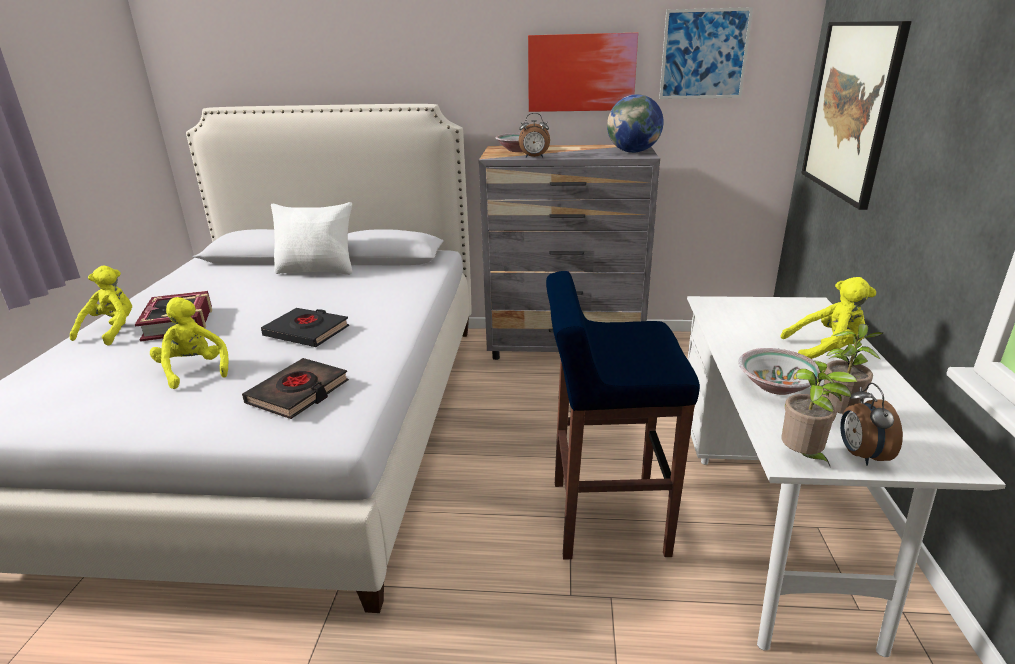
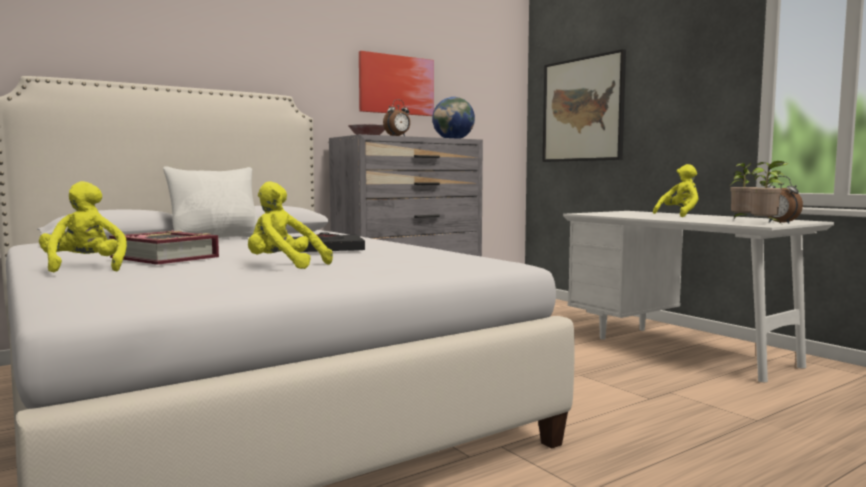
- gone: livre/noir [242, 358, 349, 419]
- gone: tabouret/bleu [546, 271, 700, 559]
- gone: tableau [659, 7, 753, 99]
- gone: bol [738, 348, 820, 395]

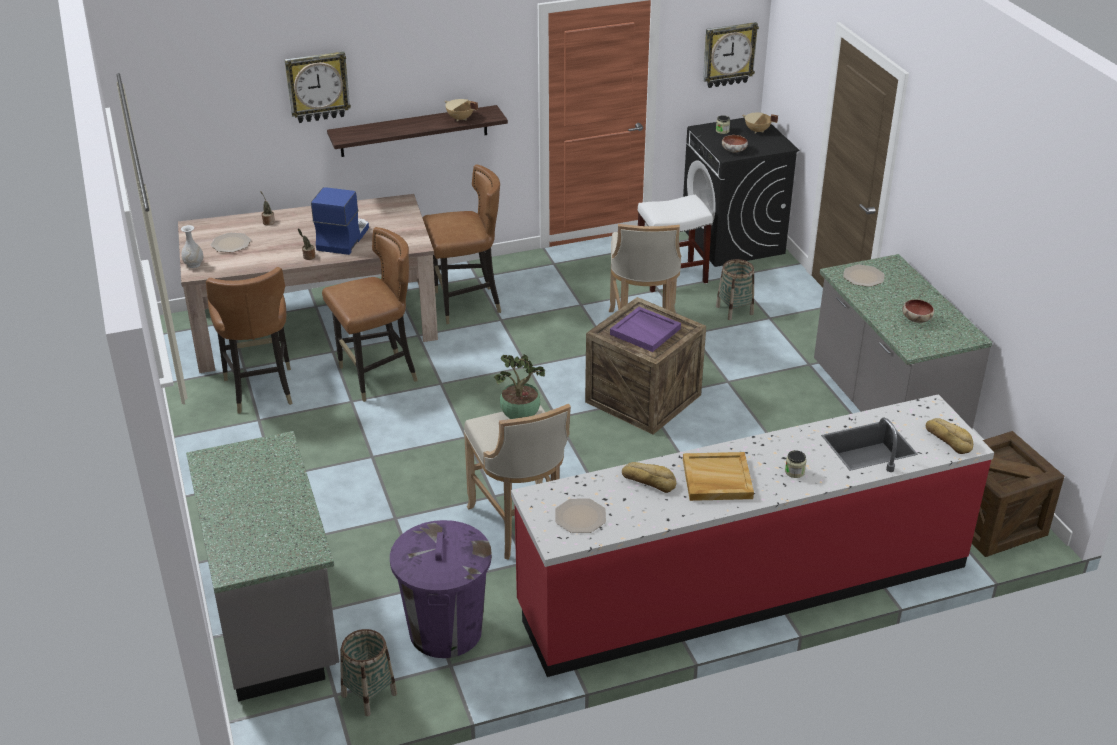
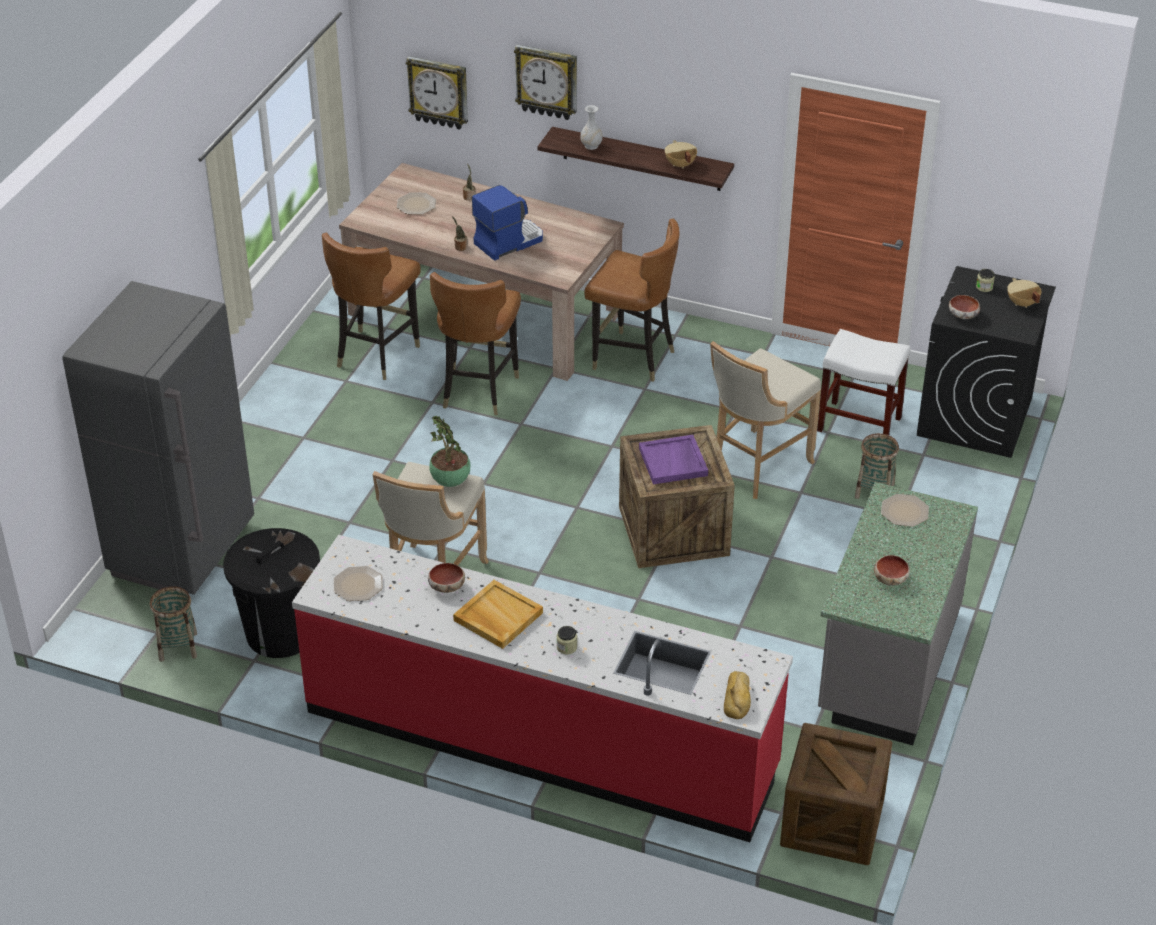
- shifted: vase/blanc [181, 225, 203, 268] to [580, 105, 603, 150]
- shifted: horloge murale [703, 22, 759, 88] to [406, 56, 468, 130]
- swapped: comptoir de cuisine/gris [186, 431, 339, 701] to réfrigérateur/gris [63, 281, 254, 595]
- swapped: pain [622, 462, 676, 493] to bol [428, 563, 465, 593]
- repainted: poubelle/violet [390, 520, 492, 658] to poubelle/noir [223, 528, 320, 658]
- rotated: chaise/marron [322, 227, 418, 402] = [430, 272, 521, 415] 90 degrees clockwise

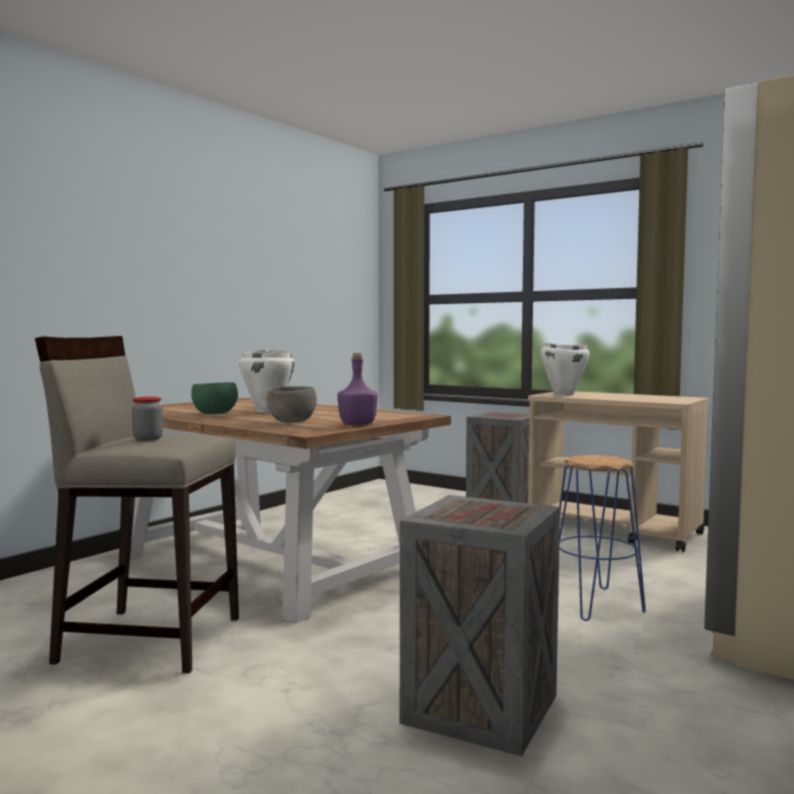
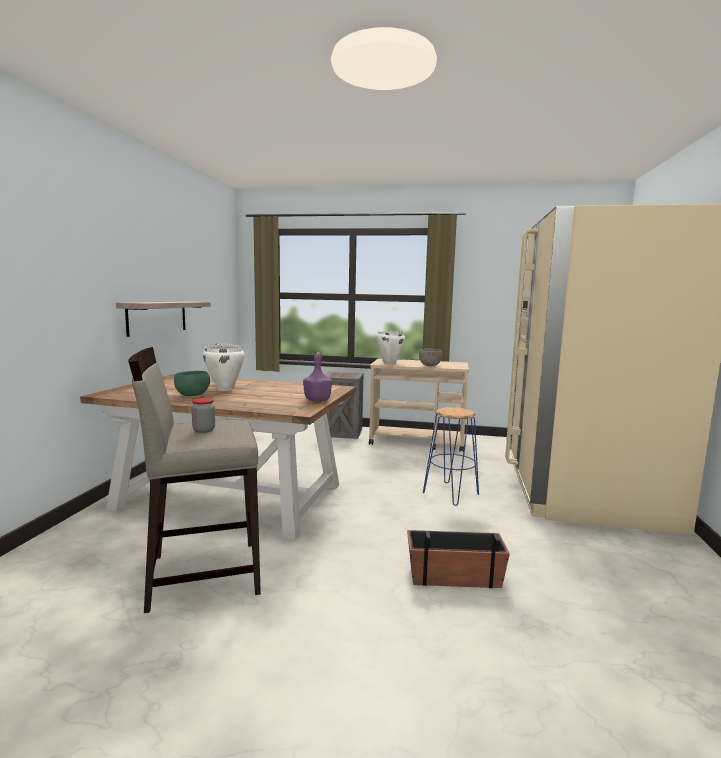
- new: étagère [116, 302, 211, 337]
- shifted: bol/gris [267, 386, 317, 423] to [419, 348, 442, 366]
- swapped: caisse [400, 495, 560, 756] to cache-pot [407, 530, 510, 588]

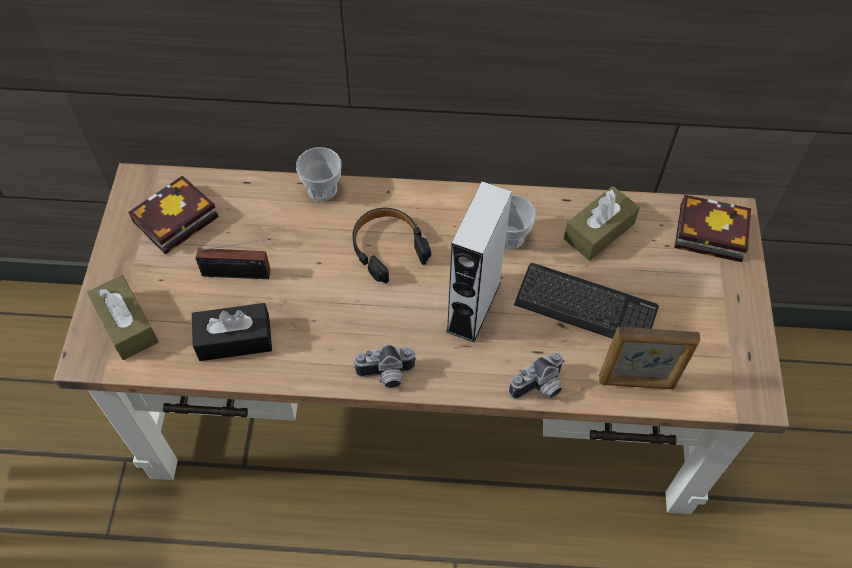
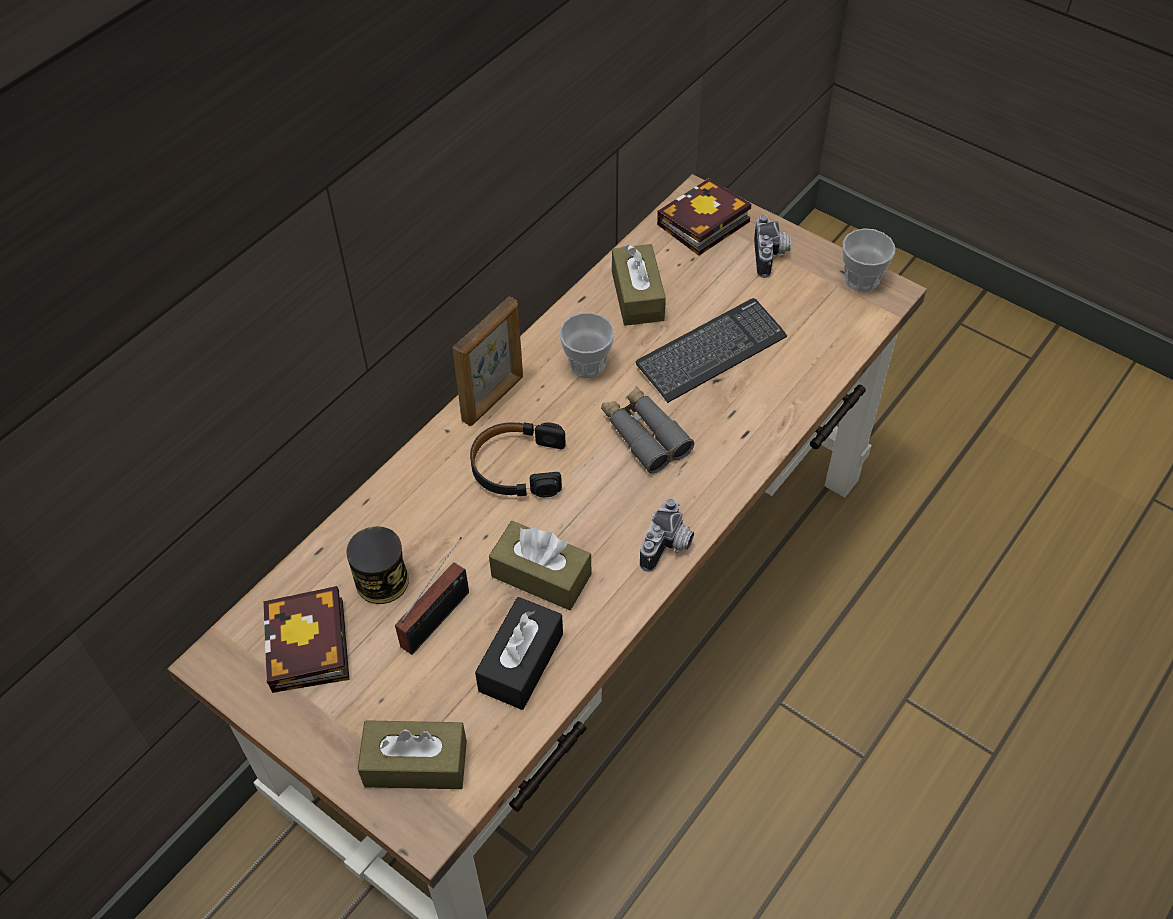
- new: boîte métallique [346, 526, 409, 604]
- new: boîte à mouchoirs/marron [489, 521, 591, 610]
- shifted: tasse [296, 147, 341, 201] to [843, 228, 895, 292]
- shifted: appareil photo [509, 353, 565, 399] to [754, 215, 791, 278]
- shifted: cadre photo [599, 327, 700, 389] to [452, 296, 523, 426]
- swapped: enceinte/gris [446, 181, 512, 342] to jumelles/gris [601, 386, 694, 473]

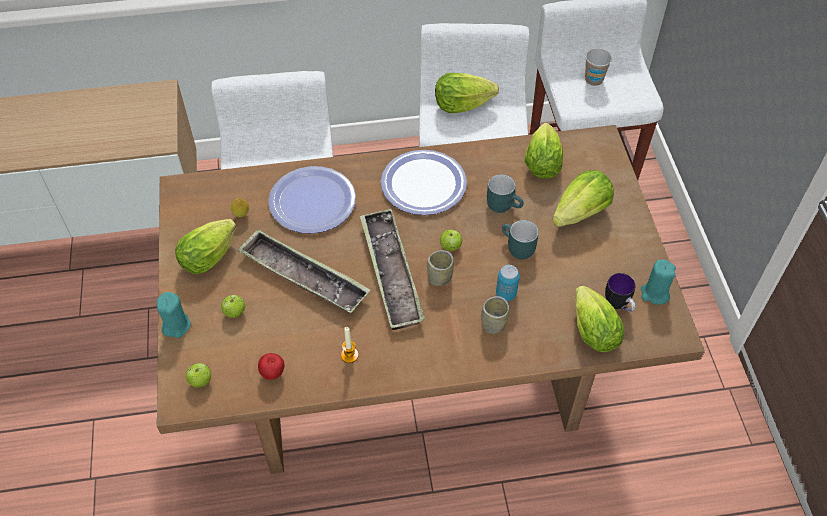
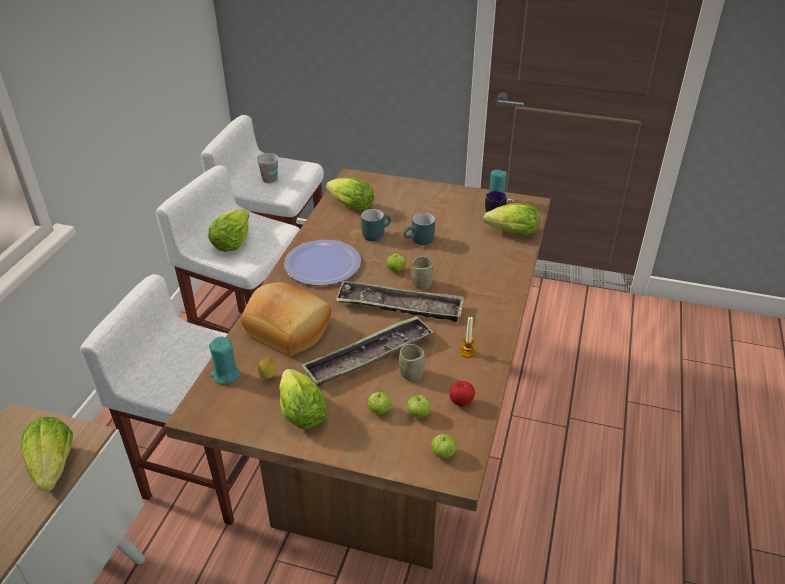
- gone: boîte métallique [496, 265, 520, 301]
- new: pomme [407, 395, 431, 418]
- shifted: bougie/turquoise [157, 292, 191, 338] to [209, 336, 241, 385]
- shifted: tasse [481, 296, 509, 334] to [399, 344, 425, 382]
- shifted: laitue [552, 170, 614, 227] to [21, 417, 73, 492]
- swapped: assiette [268, 166, 356, 233] to pain [241, 282, 331, 356]

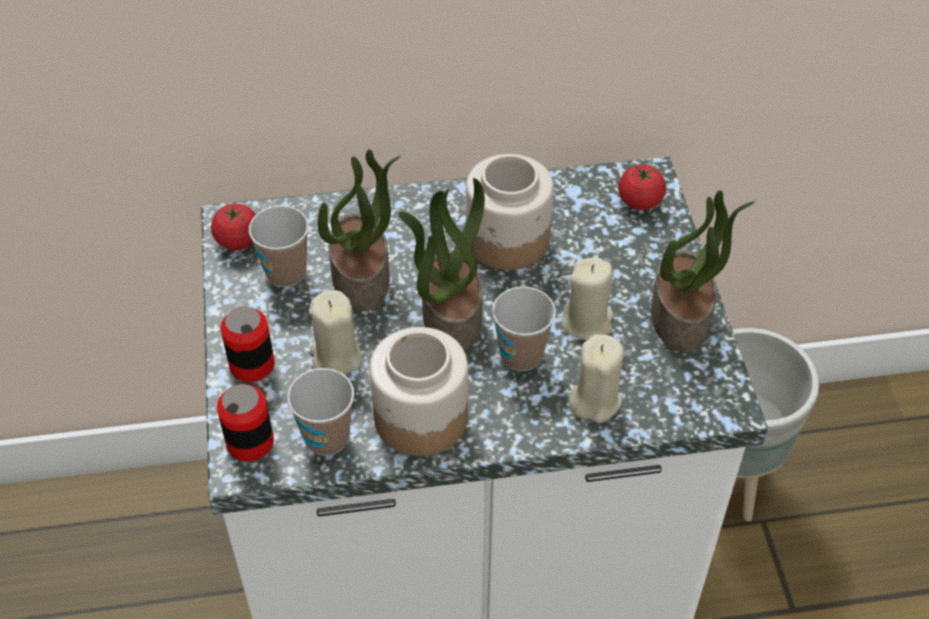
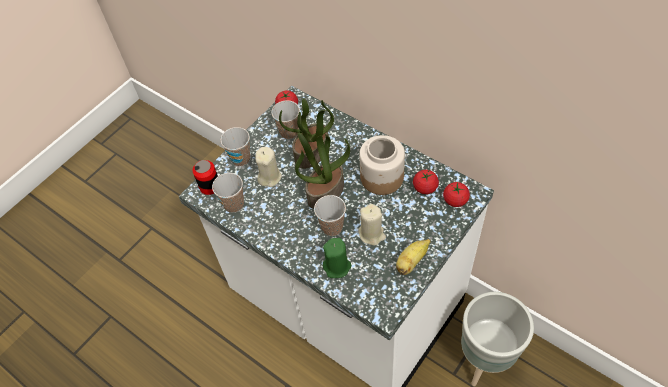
- gone: bocal [369, 327, 468, 456]
- new: tomate [413, 170, 439, 194]
- swapped: boîte métallique [220, 307, 275, 382] to tasse [220, 127, 251, 166]
- swapped: plante en pot [651, 190, 755, 352] to banane [396, 239, 431, 275]
- repainted: bougie/beige [569, 334, 624, 423] to bougie/vert [323, 238, 352, 278]

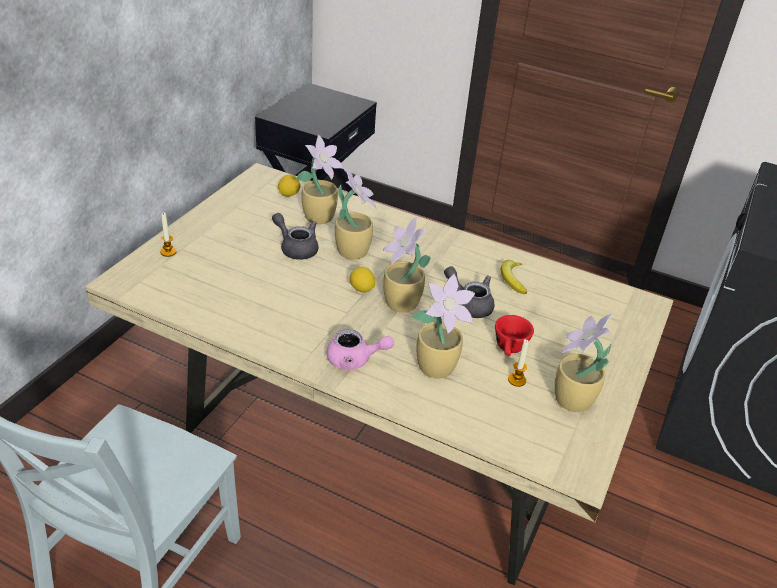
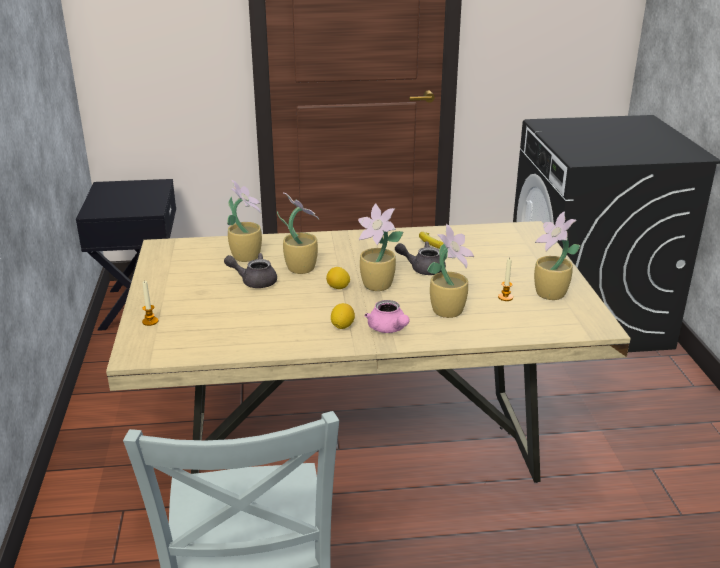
- gone: tasse/rouge [495, 315, 534, 356]
- shifted: citron [278, 175, 301, 197] to [331, 303, 355, 329]
- rotated: théière/rose [326, 329, 394, 370] = [365, 300, 410, 333] 90 degrees clockwise

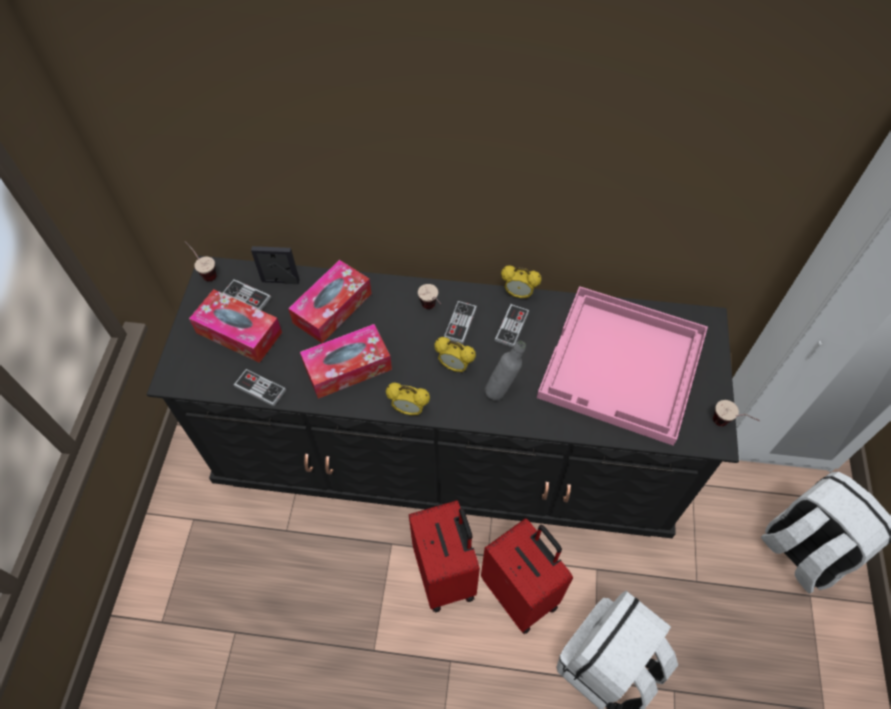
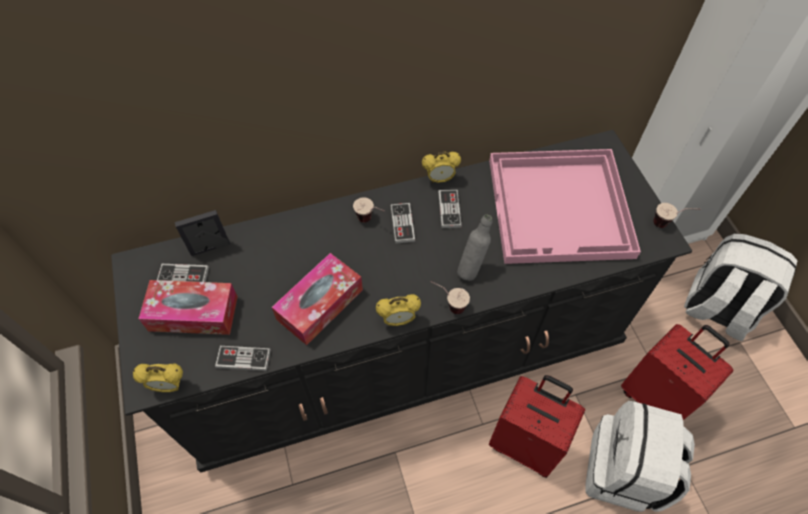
- gone: boîte à mouchoirs [288, 260, 372, 343]
- shifted: tasse [184, 241, 216, 282] to [431, 281, 470, 314]
- shifted: valise/rouge [409, 500, 480, 612] to [621, 324, 733, 420]
- shifted: réveil [434, 337, 476, 373] to [133, 363, 183, 392]

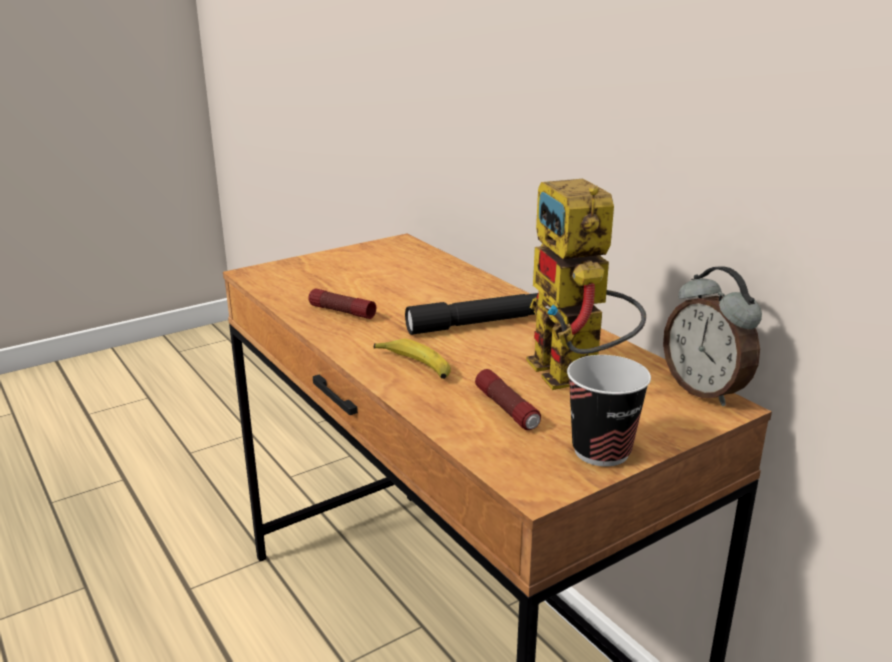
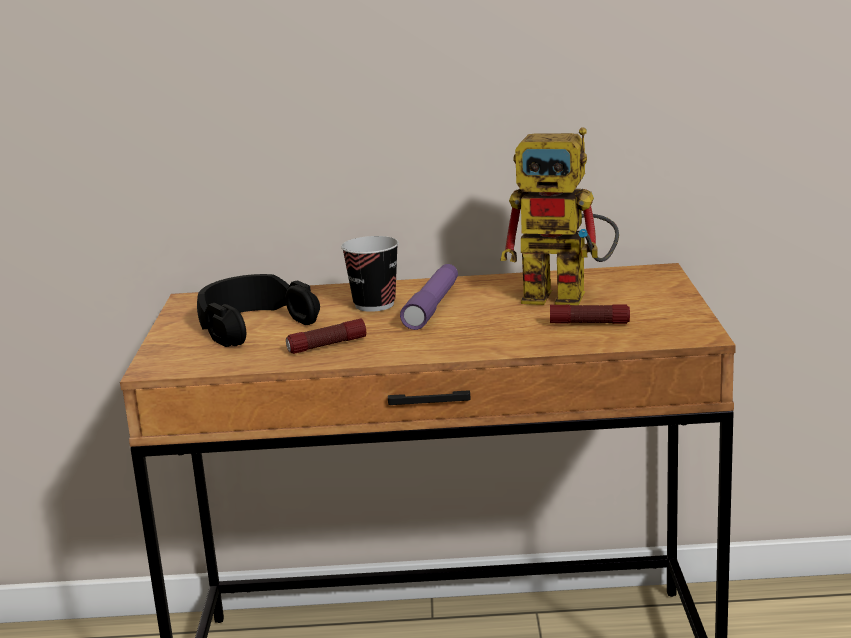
- gone: banane [374, 338, 451, 379]
- gone: réveil [663, 266, 762, 406]
- new: casque audio/noir [197, 274, 320, 347]
- shifted: tasse [567, 355, 651, 467] to [341, 236, 399, 312]
- repainted: lampe de poche/noir [405, 293, 538, 335] to lampe de poche/violet [400, 264, 458, 330]

